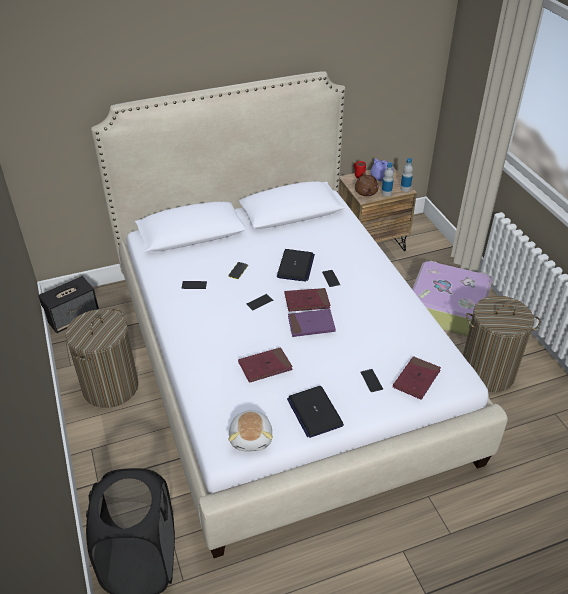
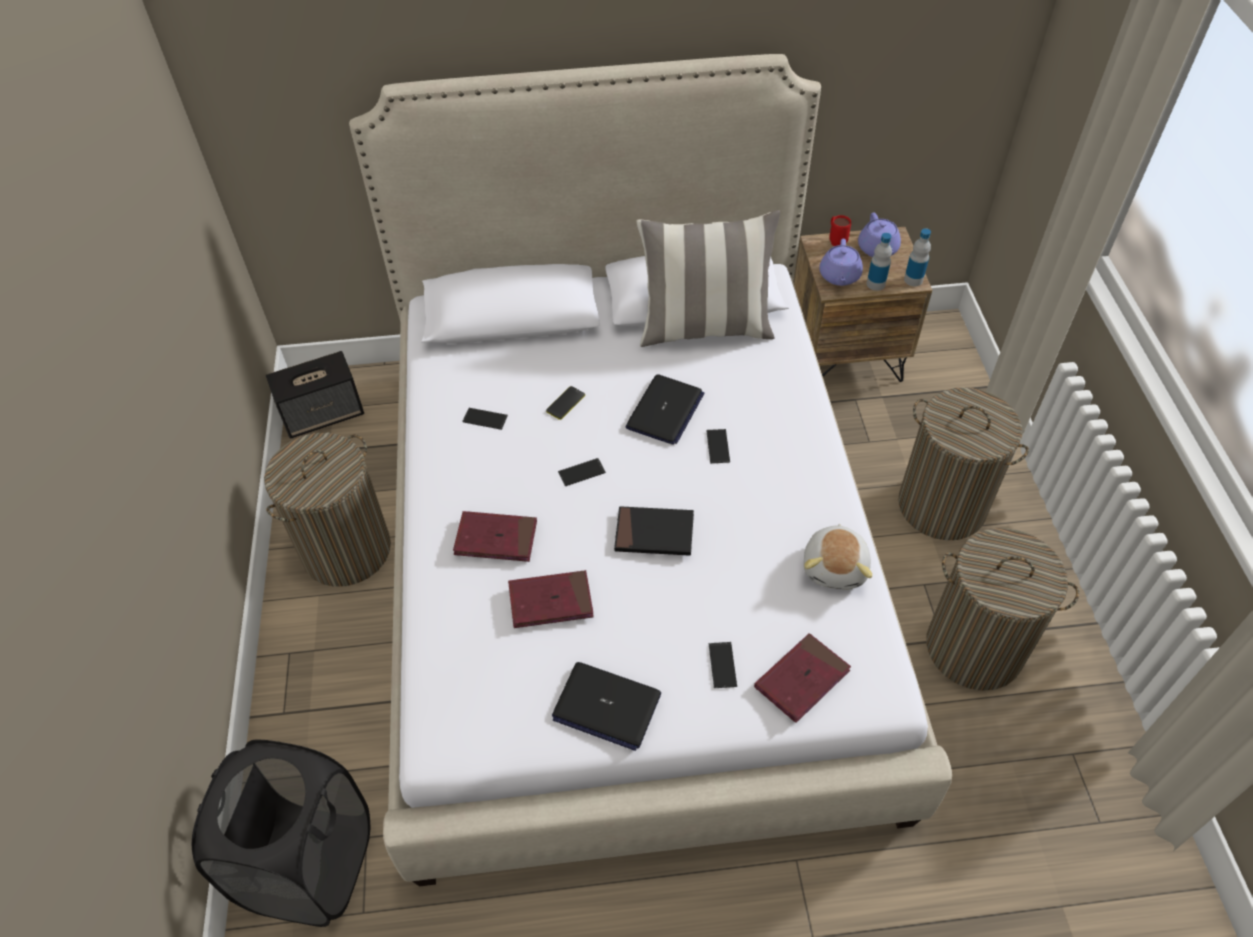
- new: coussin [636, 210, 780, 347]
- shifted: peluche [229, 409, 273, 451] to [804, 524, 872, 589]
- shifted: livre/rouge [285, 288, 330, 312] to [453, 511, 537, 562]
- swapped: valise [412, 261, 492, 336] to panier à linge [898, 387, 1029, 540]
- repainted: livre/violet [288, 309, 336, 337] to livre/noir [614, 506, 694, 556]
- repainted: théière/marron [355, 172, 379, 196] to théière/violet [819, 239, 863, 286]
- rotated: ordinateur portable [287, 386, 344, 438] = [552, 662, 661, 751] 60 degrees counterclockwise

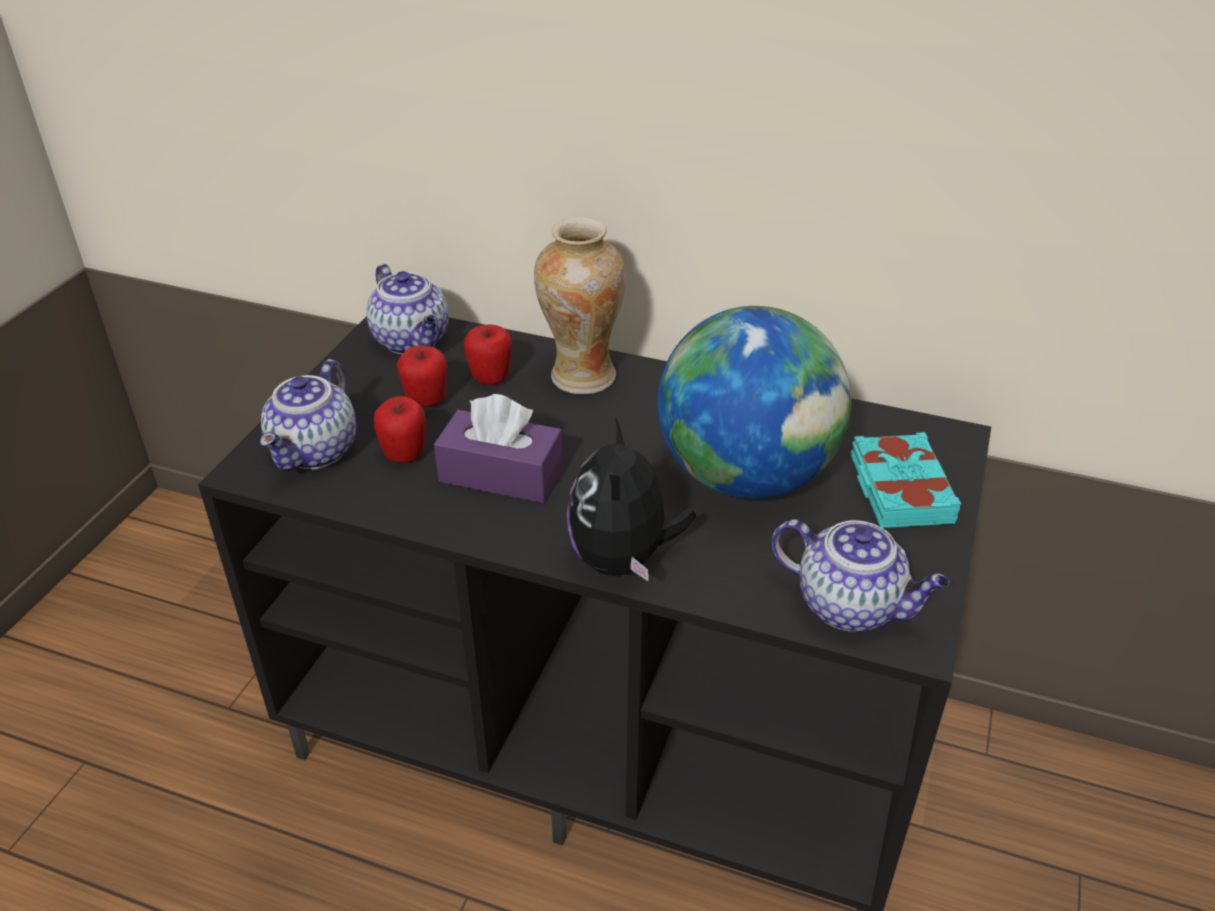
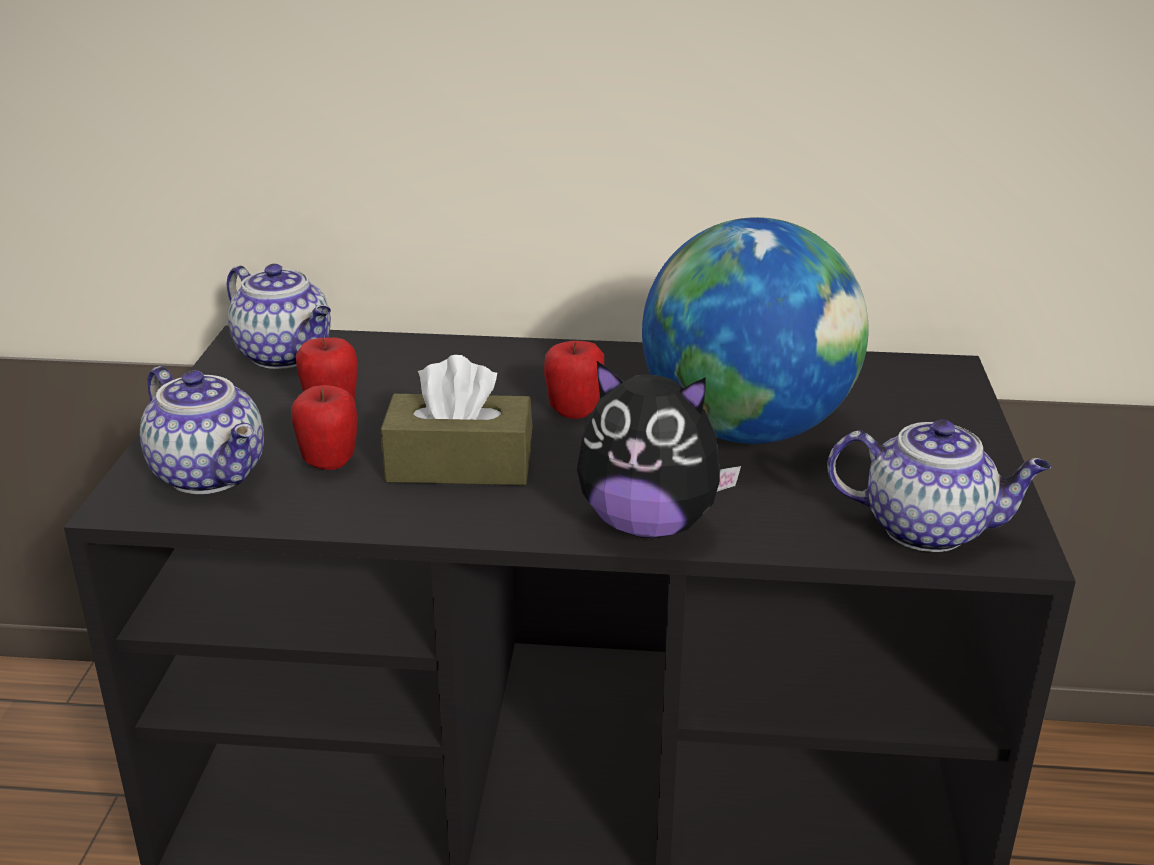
- gone: vase [534, 217, 626, 394]
- gone: livre/turquoise [851, 432, 961, 528]
- shifted: pomme [464, 324, 512, 385] to [544, 341, 604, 419]
- repainted: boîte à mouchoirs/violet [434, 394, 563, 503] to boîte à mouchoirs/marron [381, 355, 533, 485]
- rotated: théière [260, 359, 356, 471] = [140, 366, 264, 494] 45 degrees counterclockwise
- rotated: peluche [567, 417, 696, 582] = [577, 361, 741, 538] 60 degrees counterclockwise

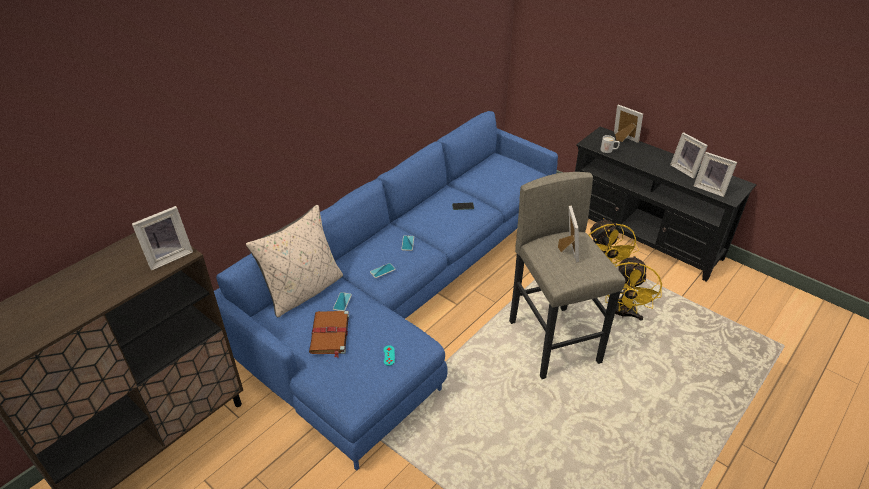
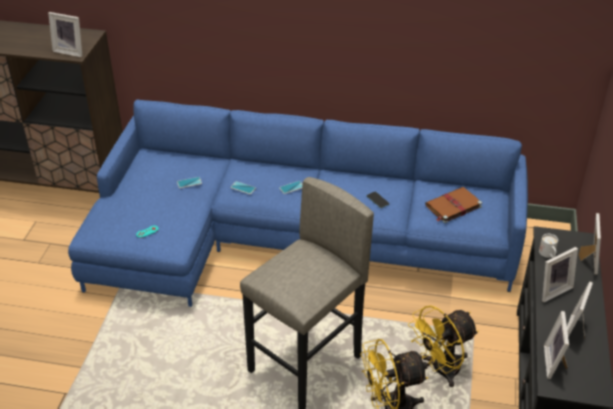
- gone: coussin/beige [246, 205, 343, 317]
- shifted: livre/marron [309, 311, 349, 358] to [425, 187, 482, 223]
- shifted: cadre photo [558, 206, 579, 263] to [542, 247, 578, 302]

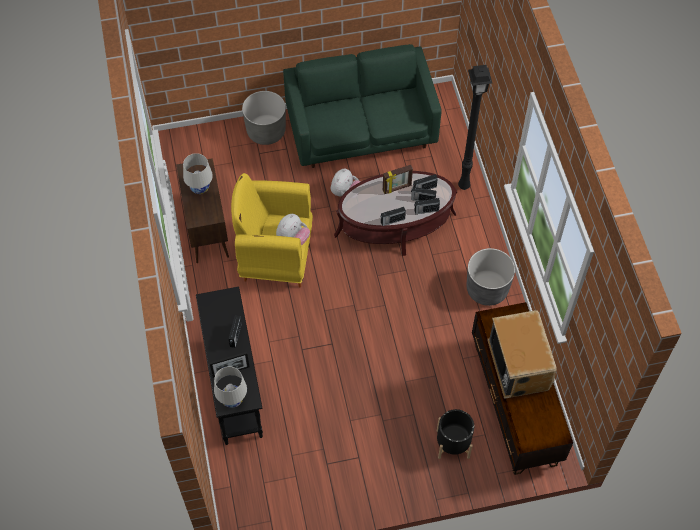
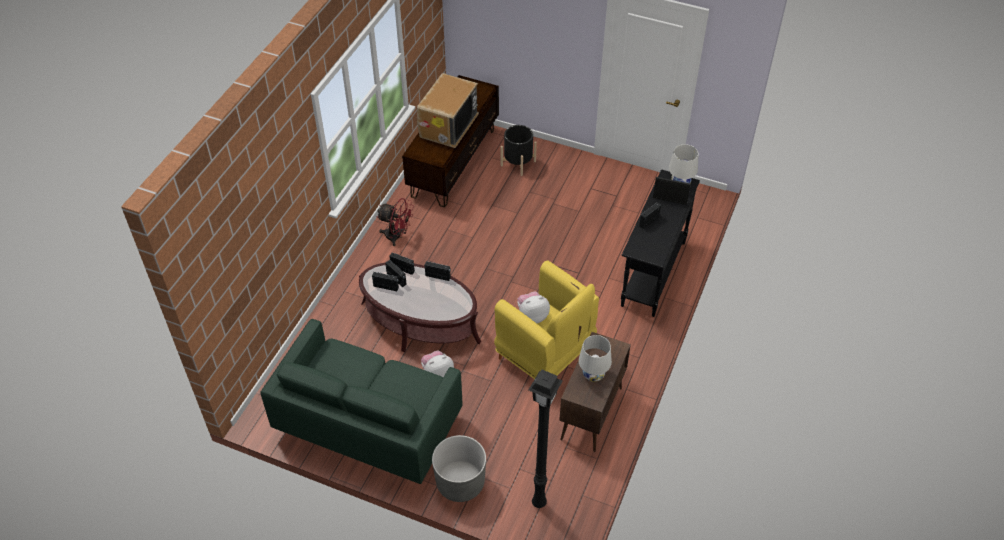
- gone: cadre photo [383, 165, 413, 194]
- shifted: lampadaire/noir [458, 65, 492, 190] to [529, 370, 562, 508]
- swapped: cache-pot/gris [467, 248, 515, 306] to ventilateur/rouge [376, 198, 414, 246]

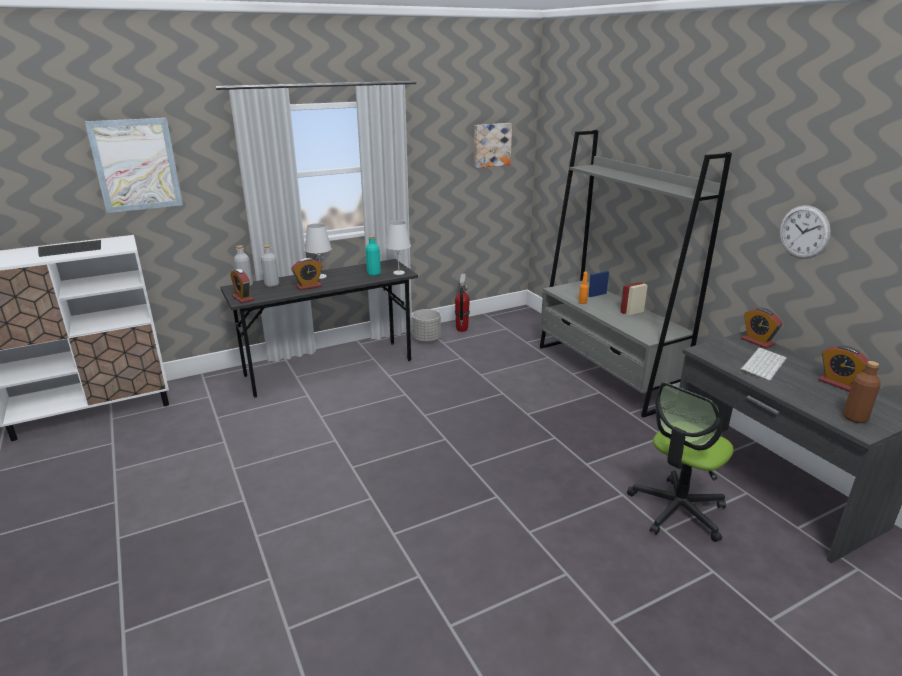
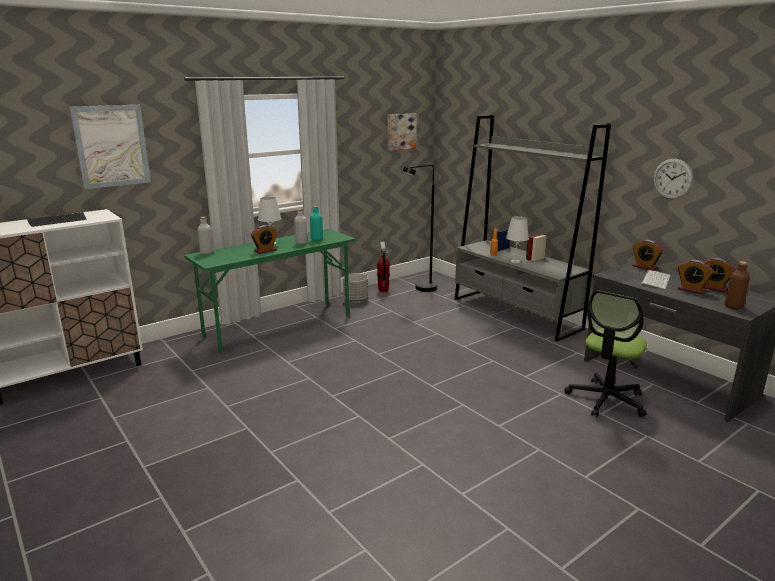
- new: lampadaire/noir [402, 165, 437, 292]
- shifted: réveil [230, 268, 254, 303] to [677, 260, 714, 294]
- shifted: bouteille/gris [261, 245, 279, 287] to [294, 209, 308, 244]
- shifted: lampe de table/blanc [385, 220, 411, 275] to [506, 216, 529, 263]
- repainted: bureau/gris [221, 259, 418, 398] to bureau/vert [184, 229, 355, 353]

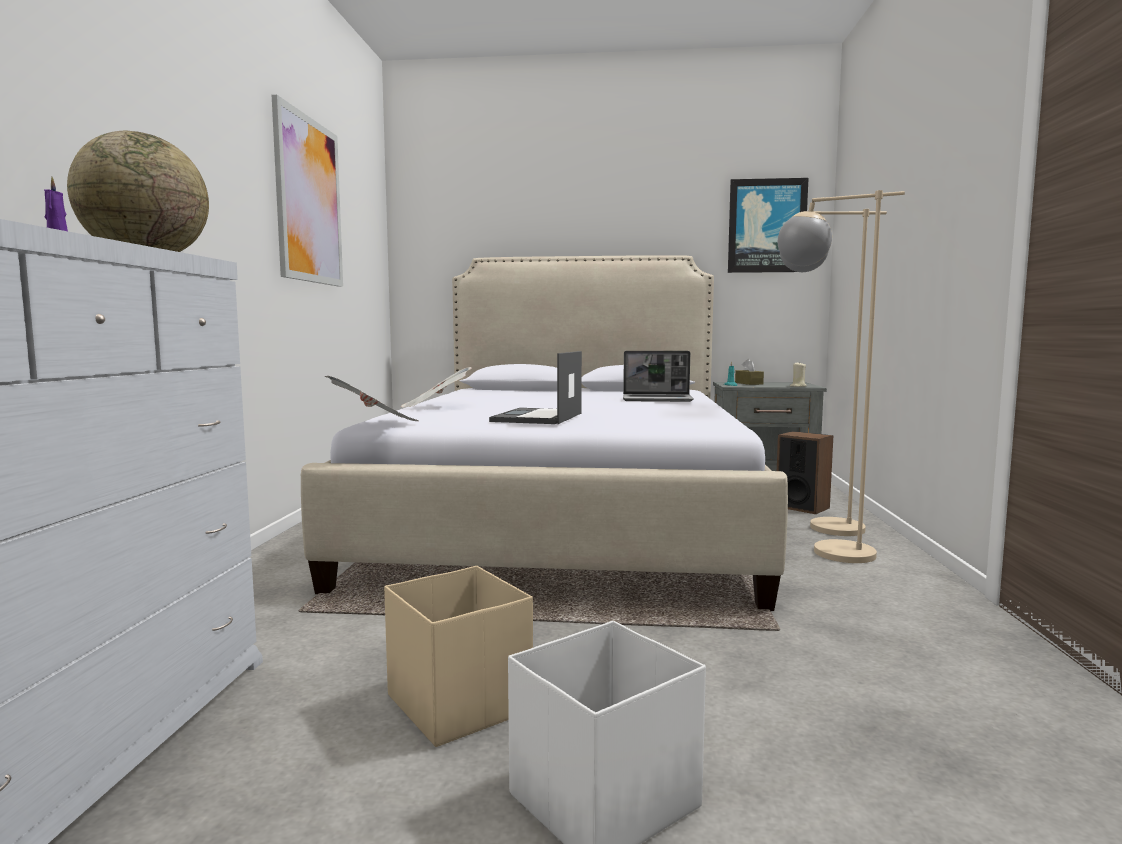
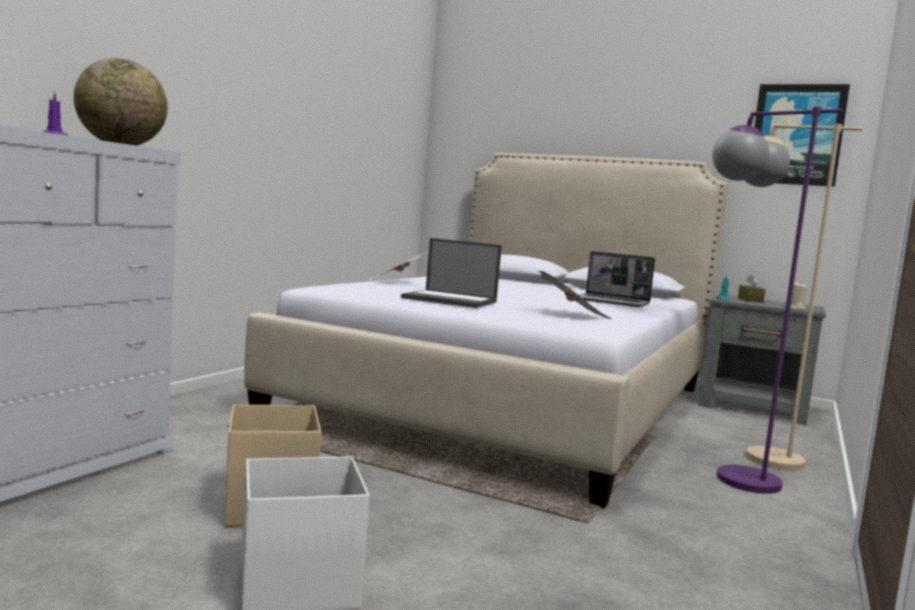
- gone: tableau [272, 95, 343, 287]
- gone: enceinte [777, 431, 833, 514]
- shifted: journal [325, 376, 419, 421] to [538, 271, 612, 319]
- repainted: lampadaire/beige [778, 190, 905, 563] to lampadaire/violet [712, 107, 843, 494]
- rotated: ordinateur portable [489, 351, 582, 424] = [401, 238, 502, 308] 105 degrees counterclockwise

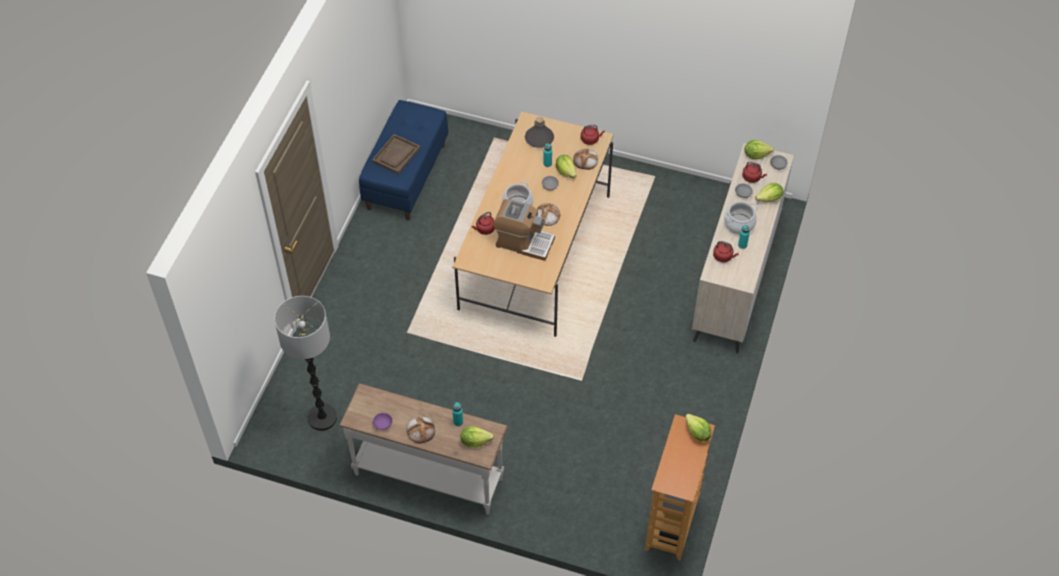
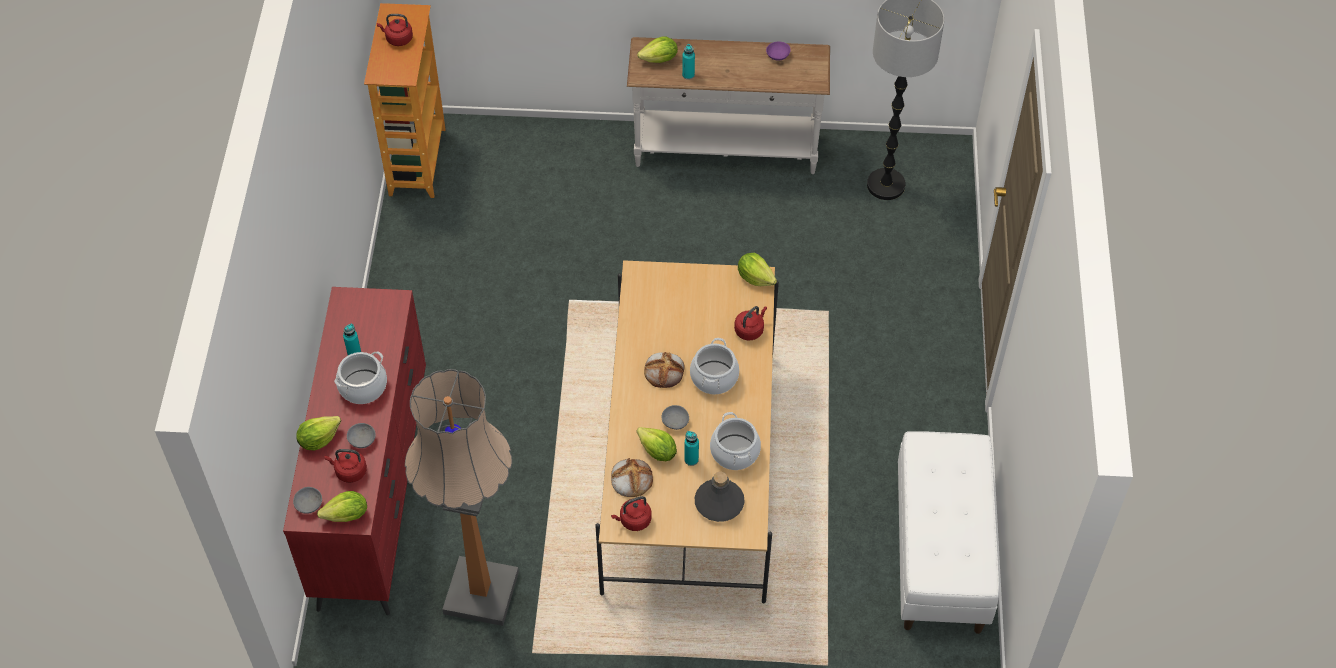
- gone: plateau/marron [372, 134, 420, 175]
- gone: pain [407, 417, 435, 444]
- gone: machine à café [494, 199, 555, 261]
- new: lampadaire [405, 369, 519, 626]
- new: marmite [710, 412, 761, 470]
- shifted: laitue [685, 414, 711, 441] to [738, 253, 777, 286]
- shifted: bouilloire/rouge [713, 241, 739, 263] to [377, 14, 413, 46]
- repainted: banc/bleu [359, 100, 448, 220] to banc/blanc [898, 431, 999, 634]
- repainted: commode/beige [692, 143, 794, 354] to commode/rouge [283, 287, 426, 615]

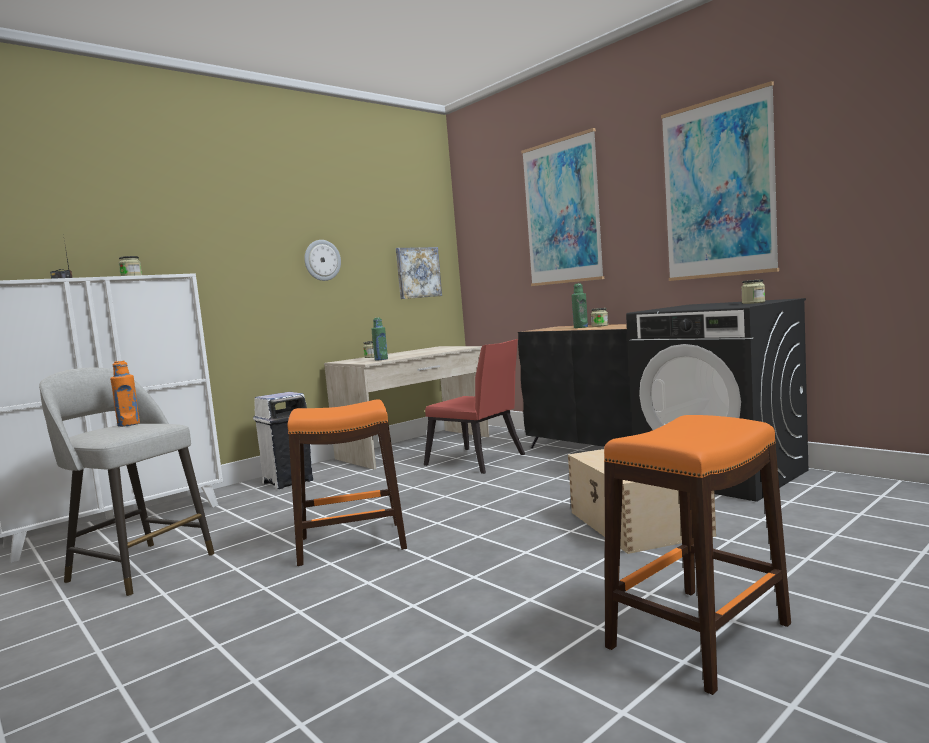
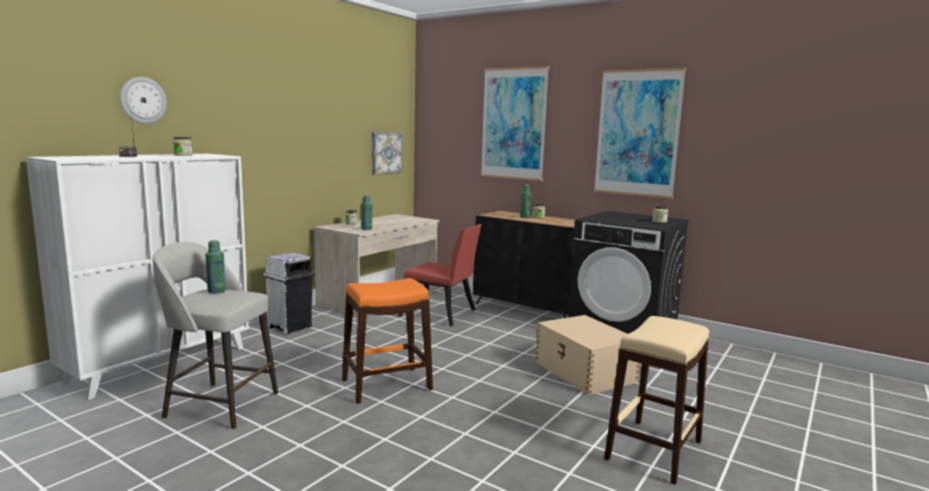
- shifted: horloge murale [304, 240, 341, 281] to [120, 77, 167, 124]
- repainted: bouteille/orange [110, 361, 140, 427] to bouteille/vert [205, 240, 226, 294]
- repainted: tabouret/orange [604, 415, 791, 695] to tabouret/beige [604, 316, 709, 485]

